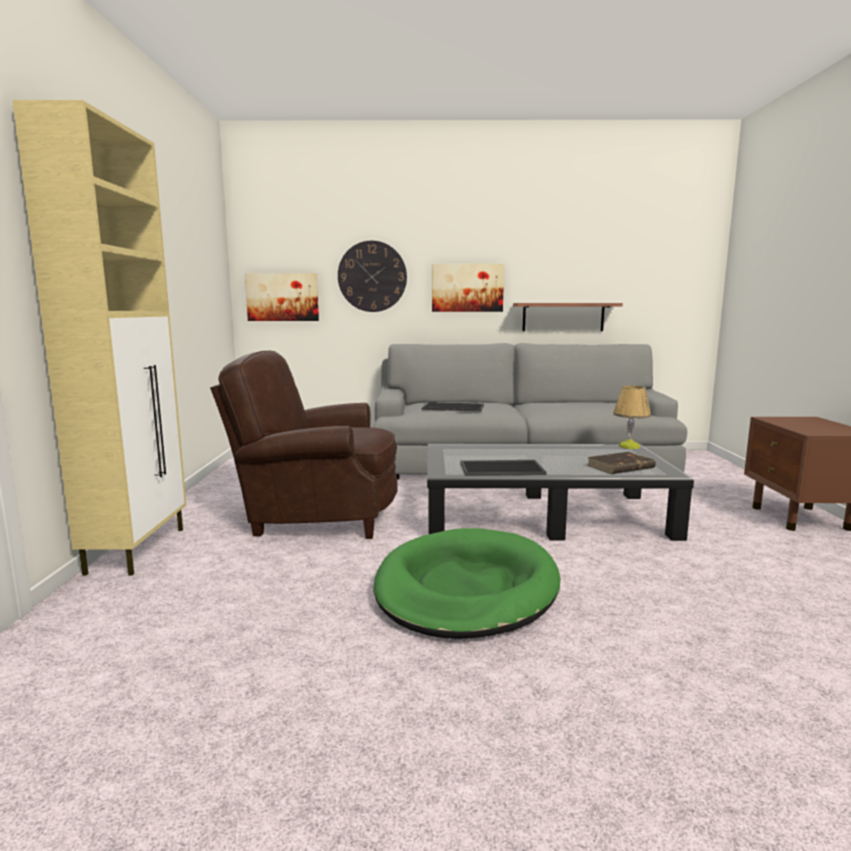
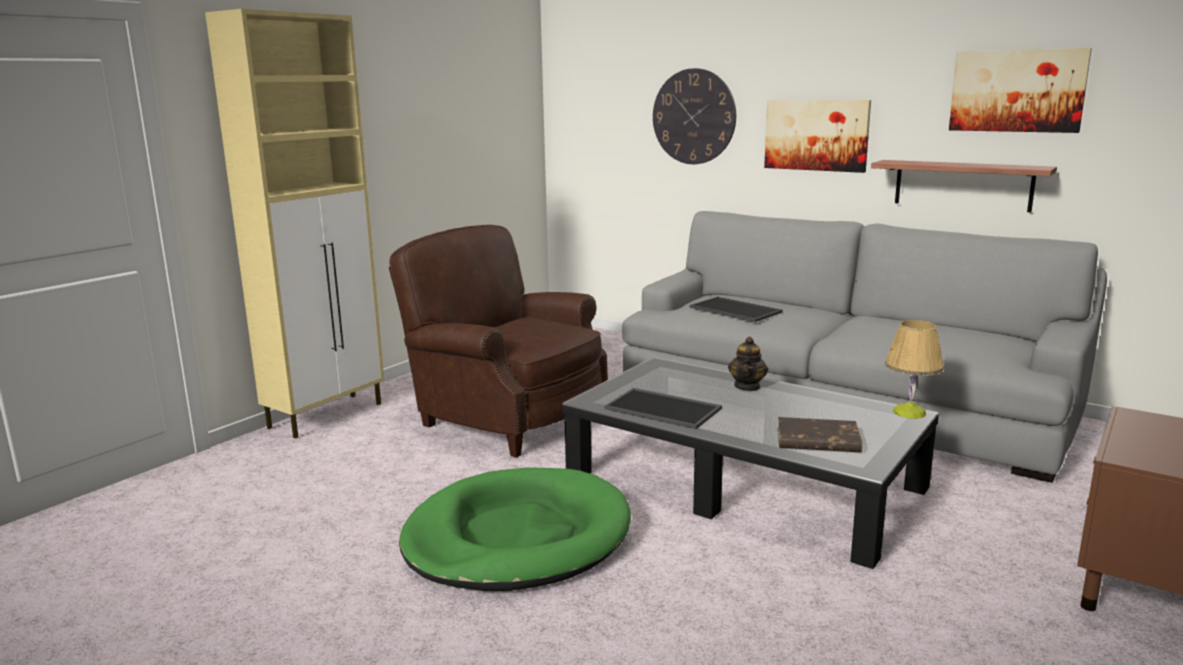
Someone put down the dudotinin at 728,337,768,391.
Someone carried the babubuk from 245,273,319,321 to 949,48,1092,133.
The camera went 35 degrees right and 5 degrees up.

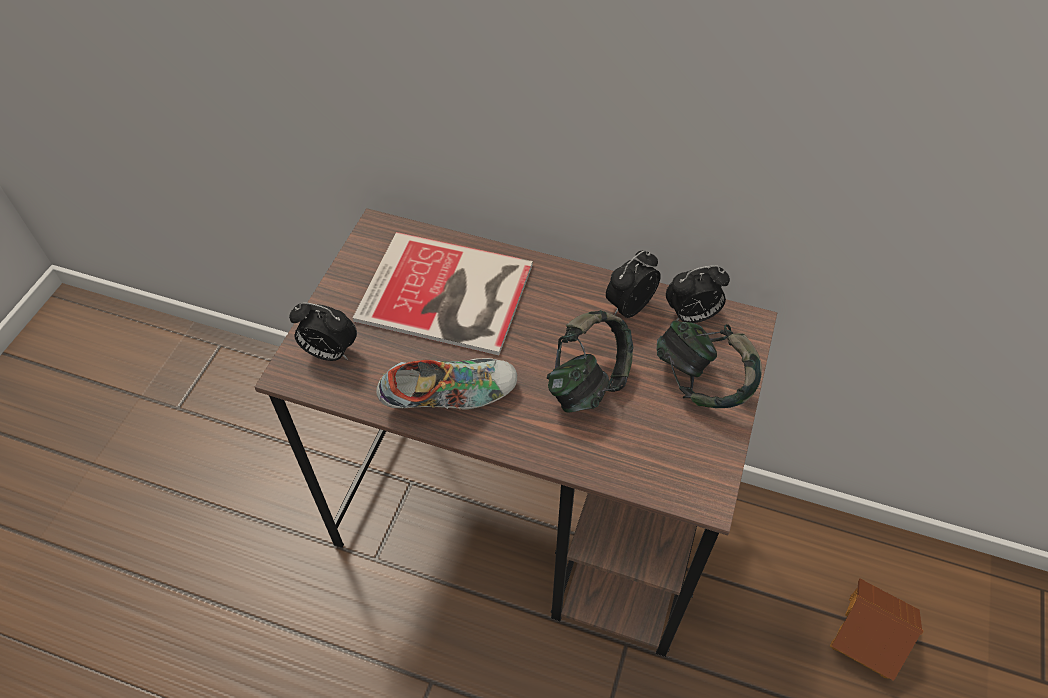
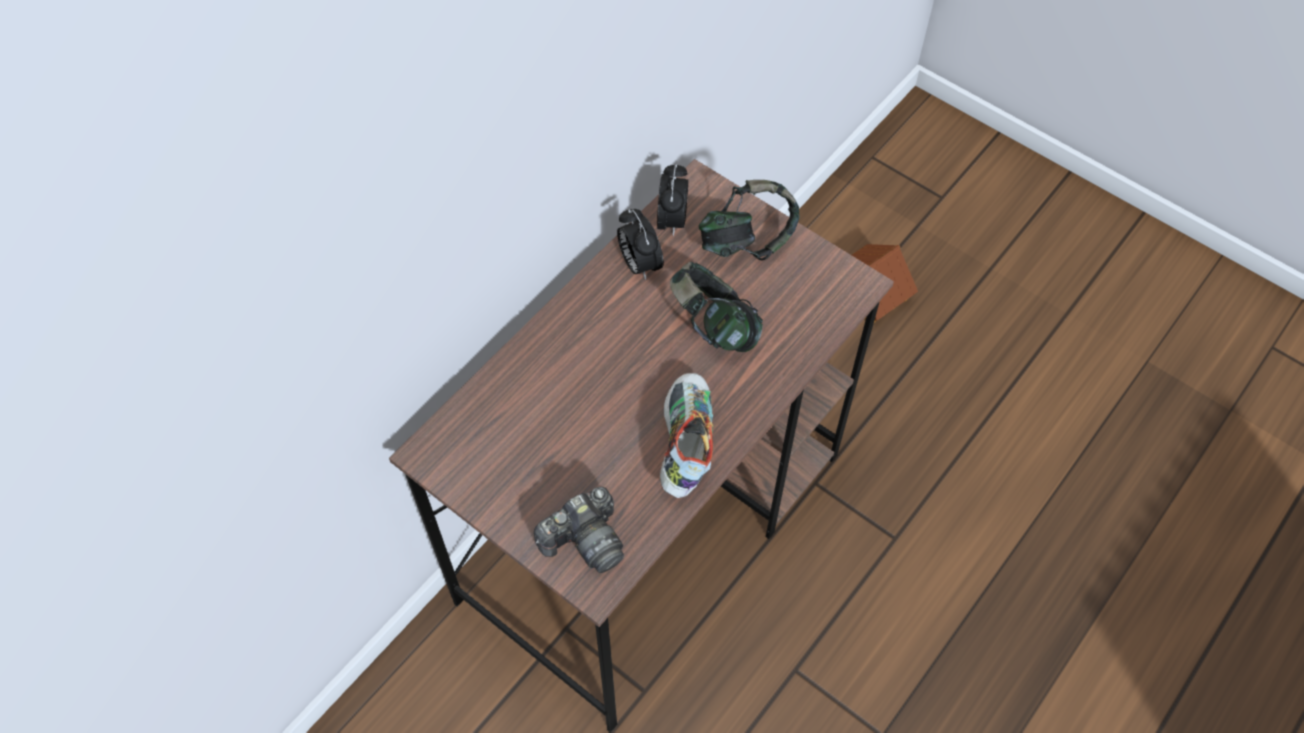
Someone swapped the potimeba at 289,302,357,361 for the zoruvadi at 534,487,624,573.
Someone took away the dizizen at 353,232,533,355.
The camera went 70 degrees left and 5 degrees up.

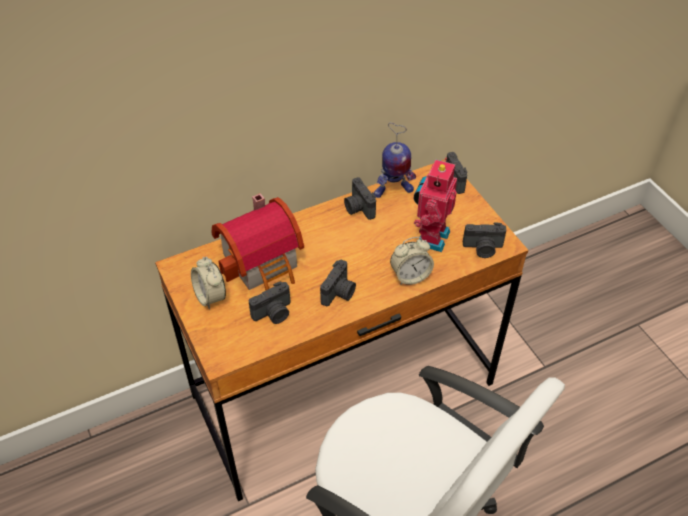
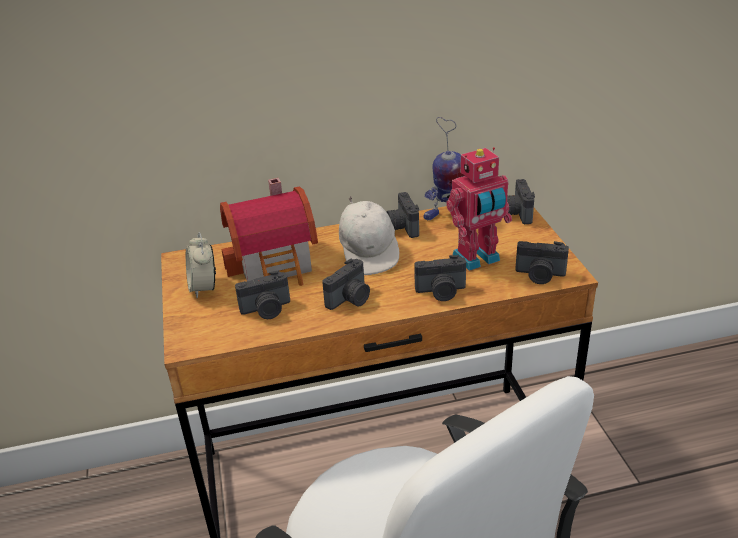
Someone put down the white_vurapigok at 339,196,399,275.
Someone swapped the potimeba at 390,237,434,285 for the zoruvadi at 414,255,466,301.
Someone rotated the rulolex at 414,158,457,252 by 150 degrees counterclockwise.
The camera went 15 degrees right and 15 degrees down.

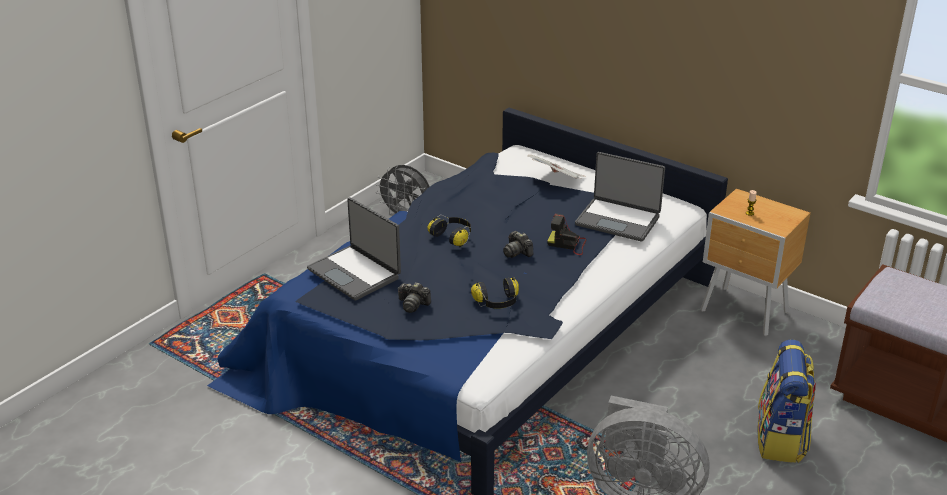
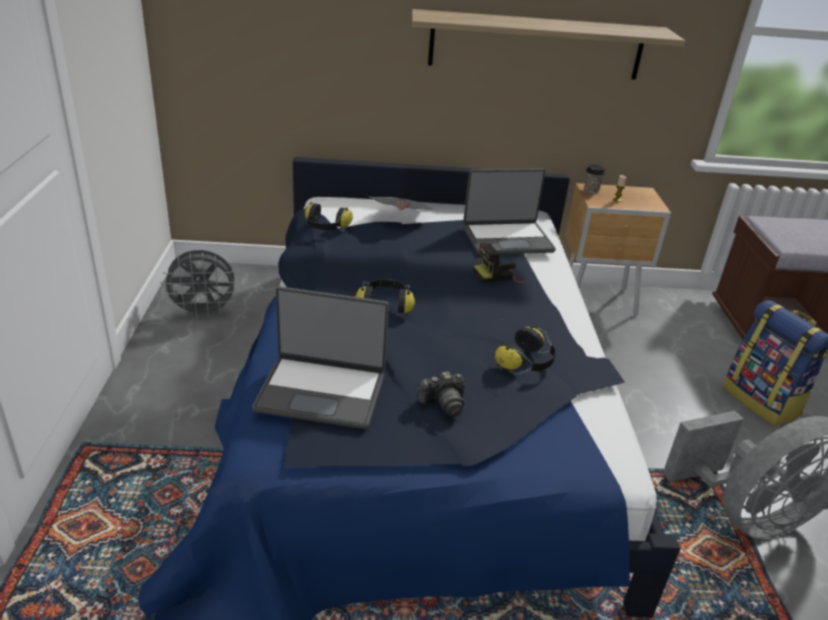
Someone put down the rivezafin at 305,202,353,231.
Someone put up the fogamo at 412,9,686,80.
Someone put down the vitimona at 584,165,605,193.
Someone took away the zoruvadi at 503,231,534,258.
The camera went 40 degrees left and 0 degrees up.

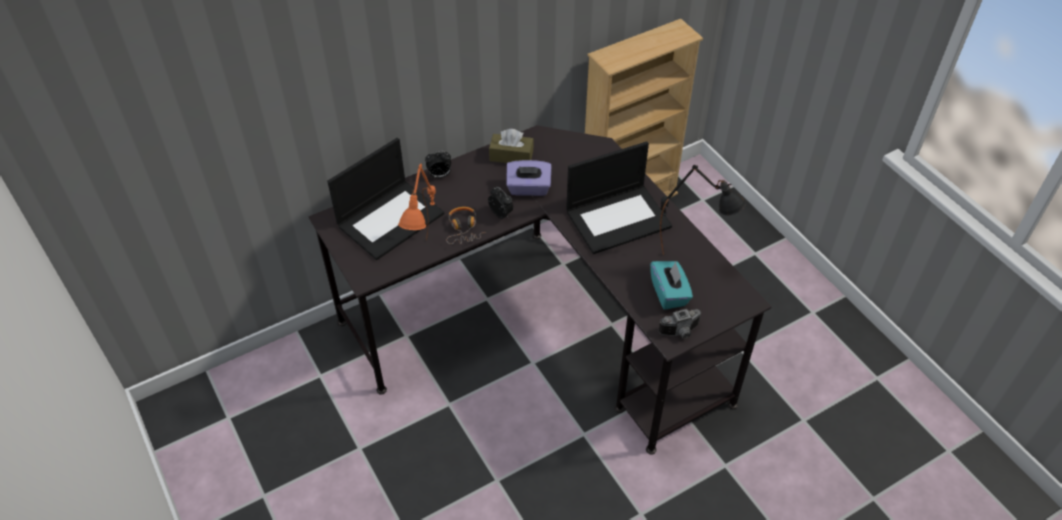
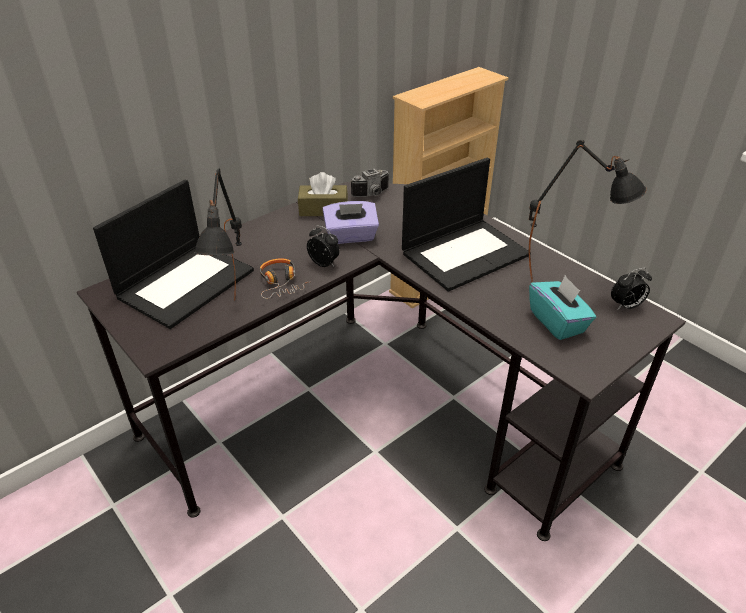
Someone repainted the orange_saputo at 398,164,436,241, which became the black_saputo at 194,168,242,301.
Someone carried the zoruvadi from 659,309,702,339 to 351,168,389,197.
Someone carried the potimeba from 425,151,451,178 to 611,268,652,310.
The camera went 10 degrees left and 10 degrees down.

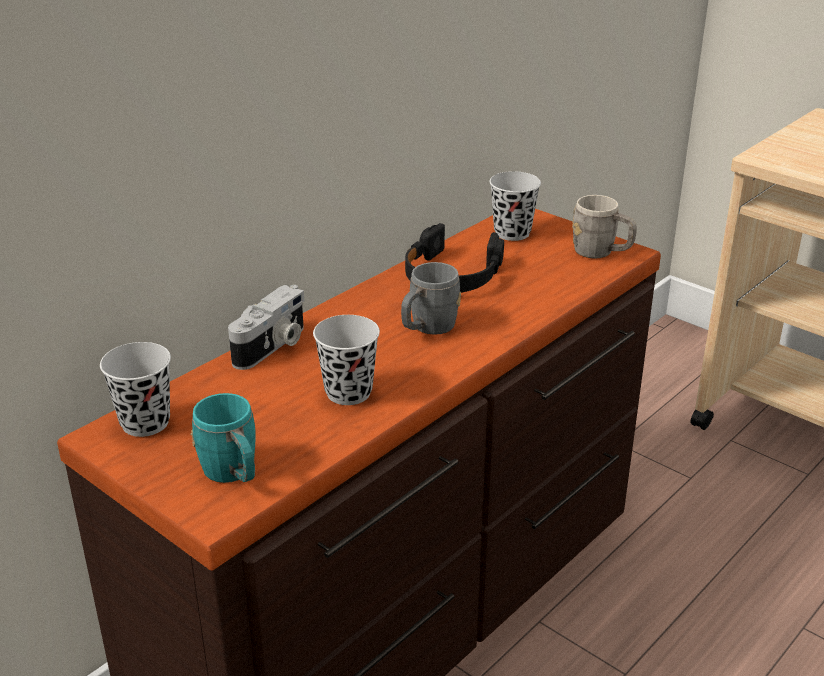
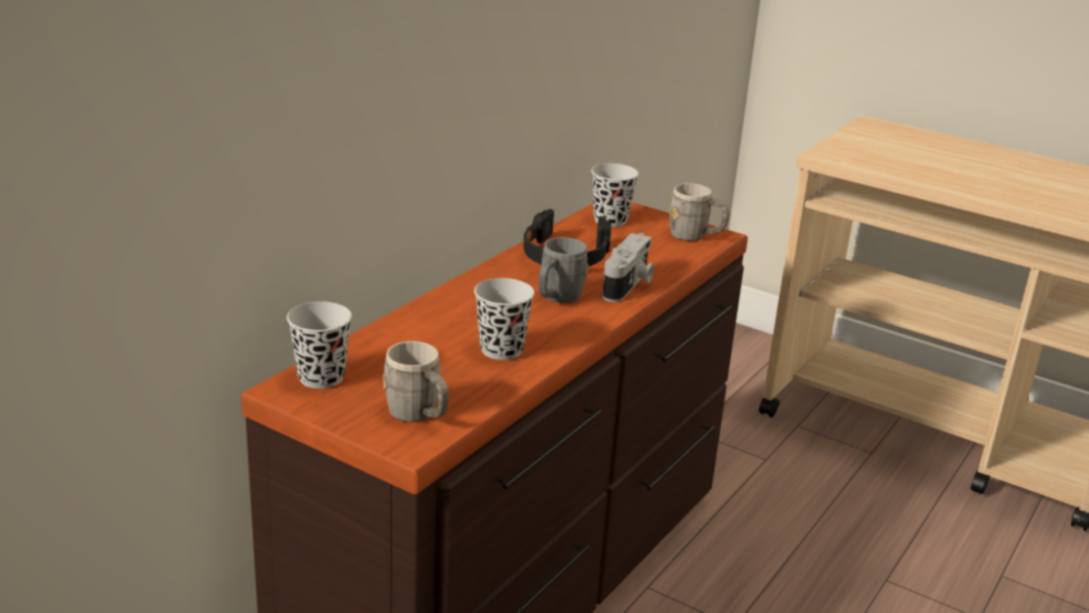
Someone repainted the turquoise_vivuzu at 191,393,256,483, which became the grey_vivuzu at 383,341,449,422.
Someone carried the zoruvadi from 228,285,304,370 to 602,233,654,302.
The camera went 10 degrees left and 5 degrees down.

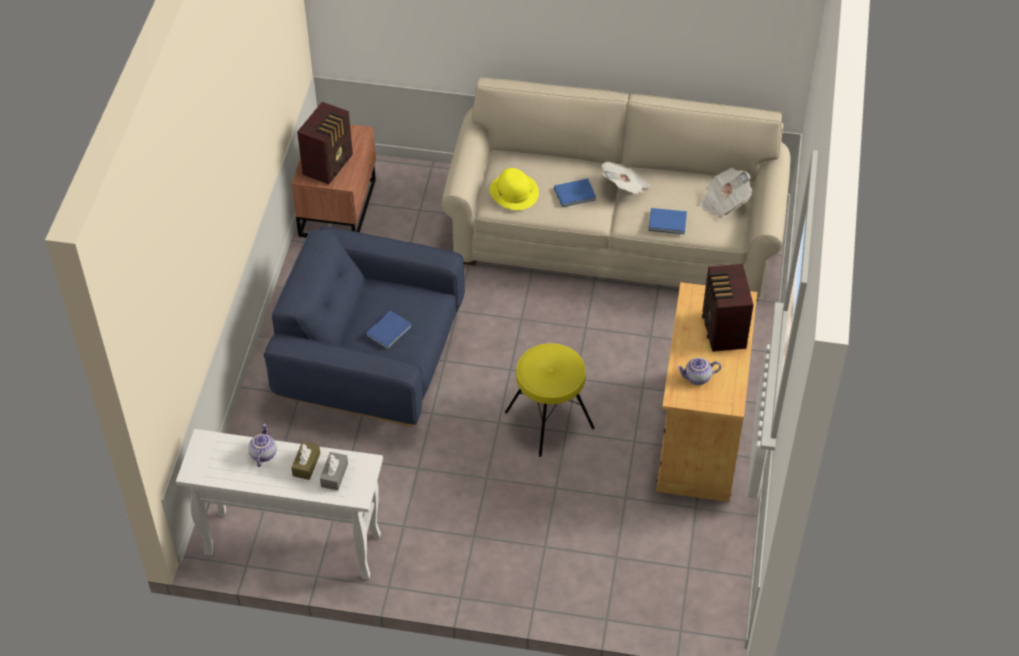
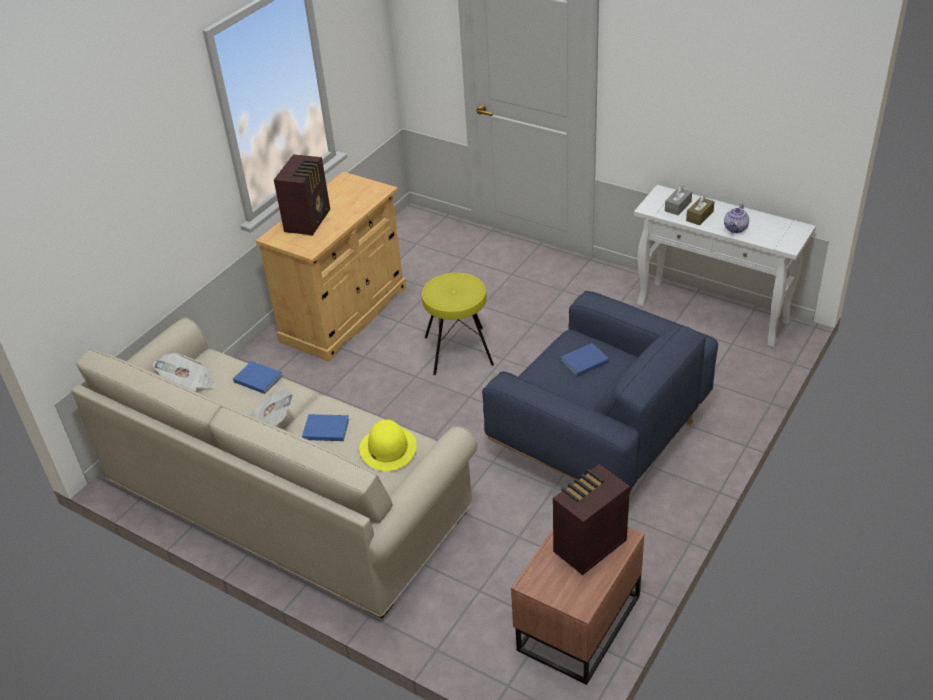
Someone took away the dudotinin at 677,358,721,385.
The camera went 155 degrees left and 10 degrees down.

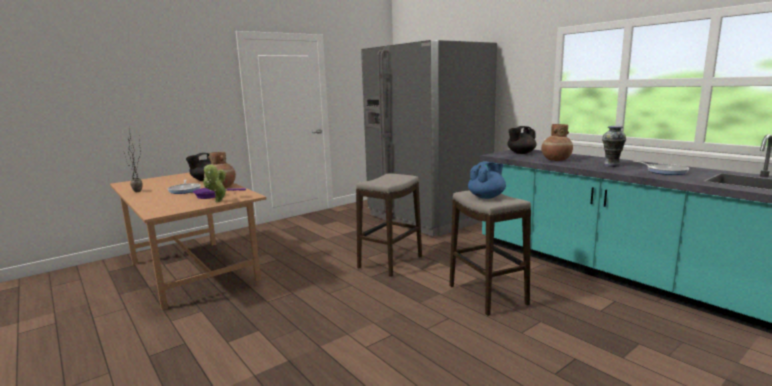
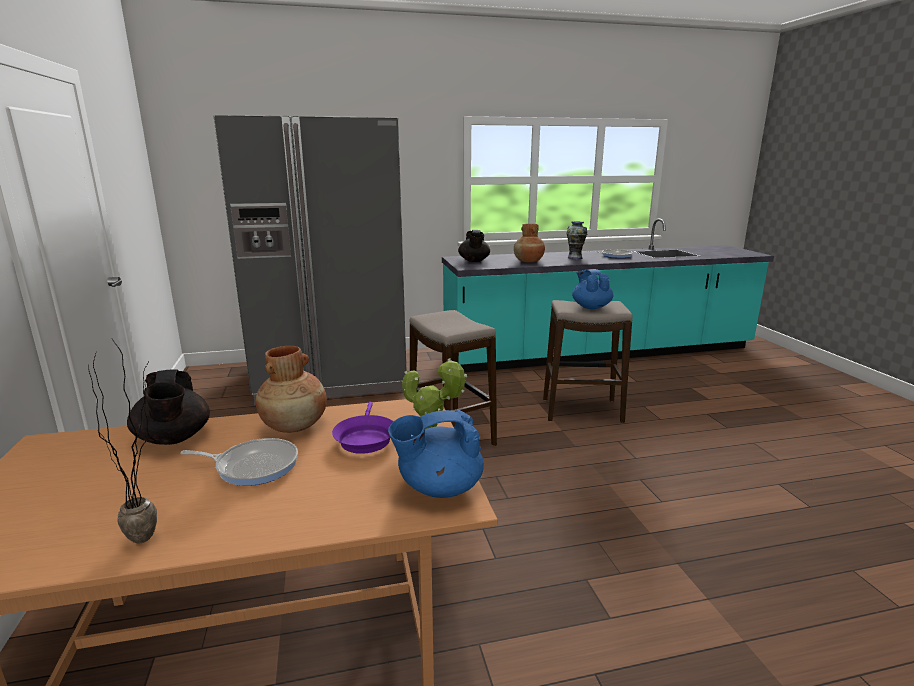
Someone put down the blue_dudotinin at 388,410,484,498.
The camera went 65 degrees left and 5 degrees up.

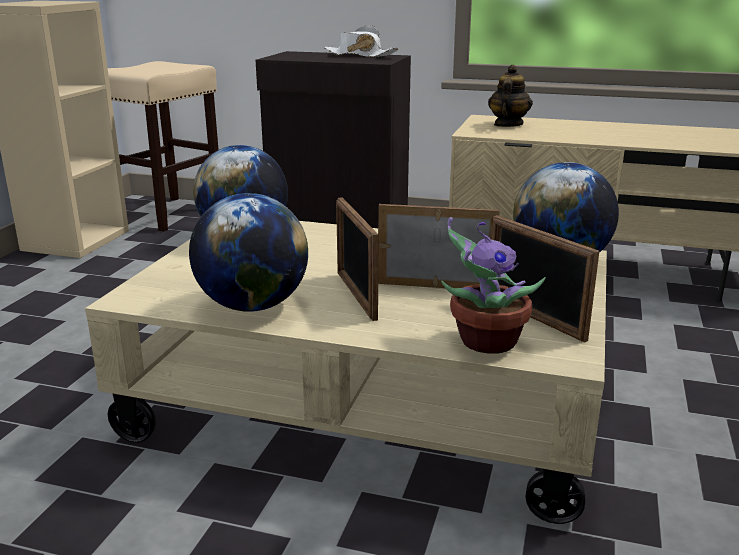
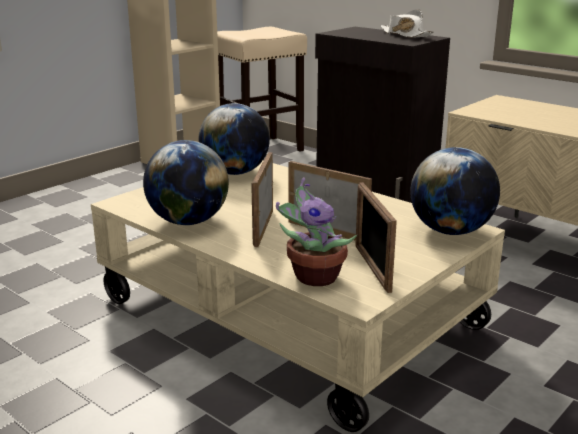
Someone took away the dudotinin at 488,65,533,127.
The camera went 25 degrees right and 0 degrees up.

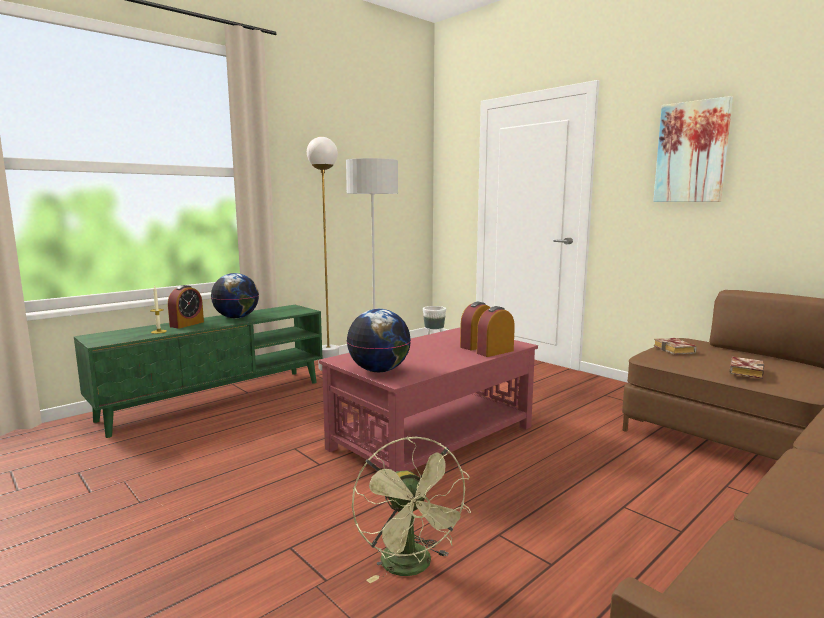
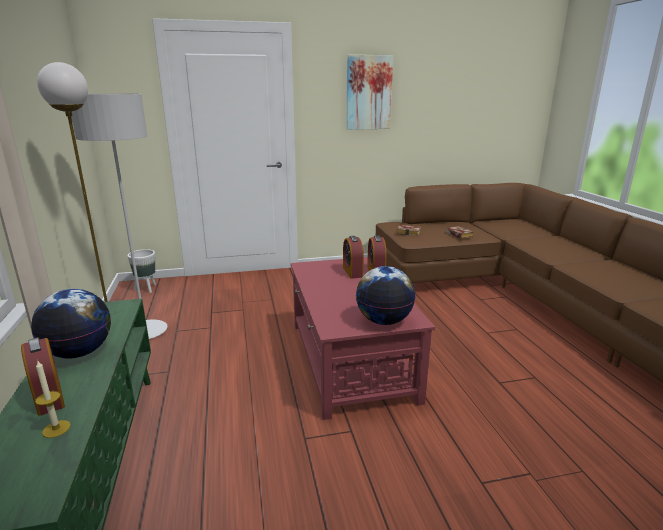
Someone took away the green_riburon at 352,436,471,583.
The camera went 60 degrees left and 10 degrees up.

